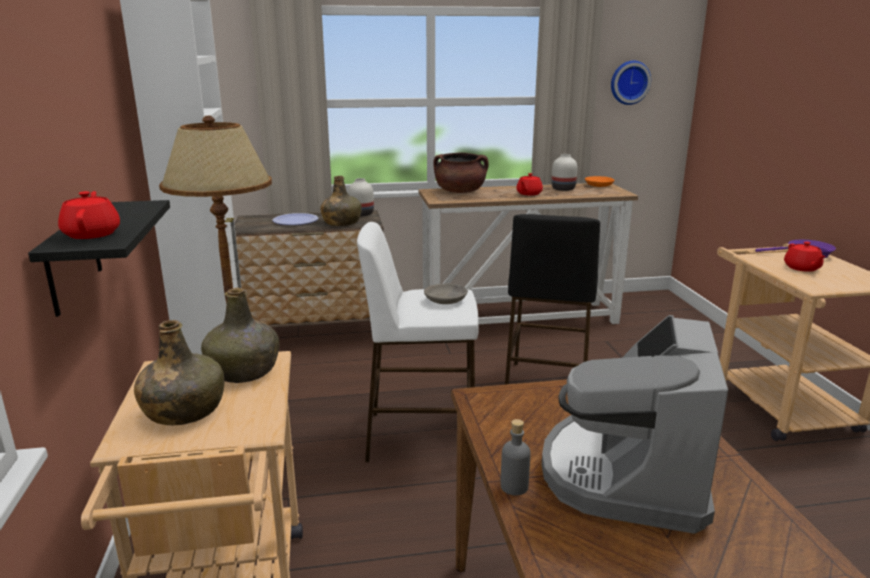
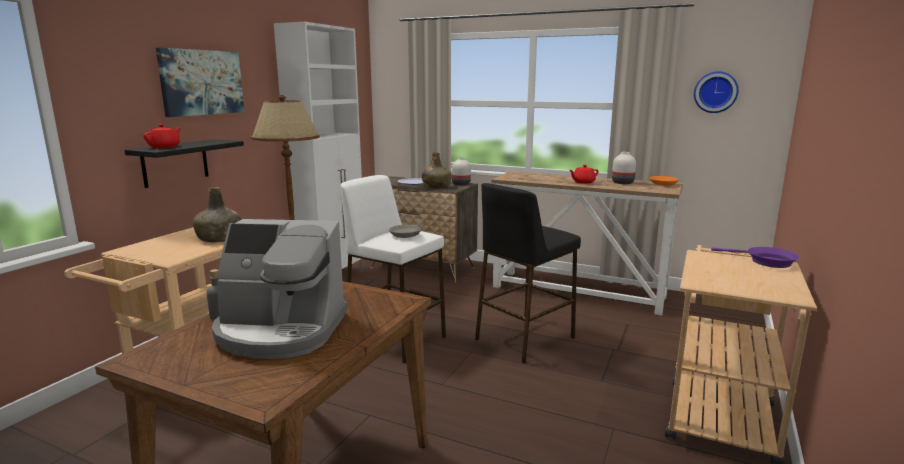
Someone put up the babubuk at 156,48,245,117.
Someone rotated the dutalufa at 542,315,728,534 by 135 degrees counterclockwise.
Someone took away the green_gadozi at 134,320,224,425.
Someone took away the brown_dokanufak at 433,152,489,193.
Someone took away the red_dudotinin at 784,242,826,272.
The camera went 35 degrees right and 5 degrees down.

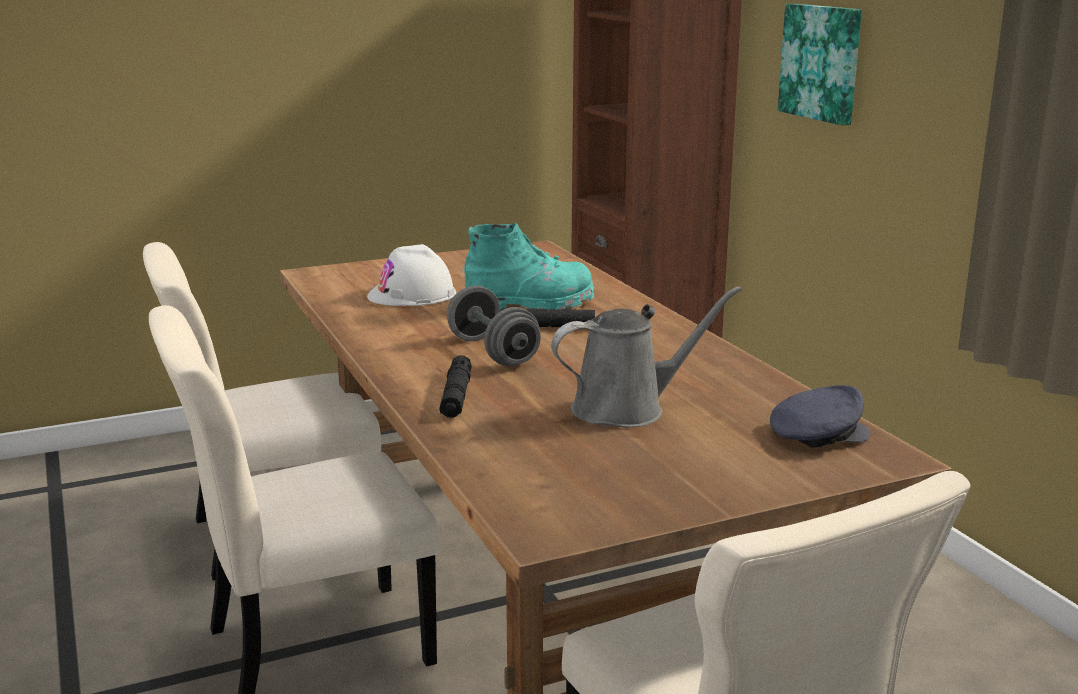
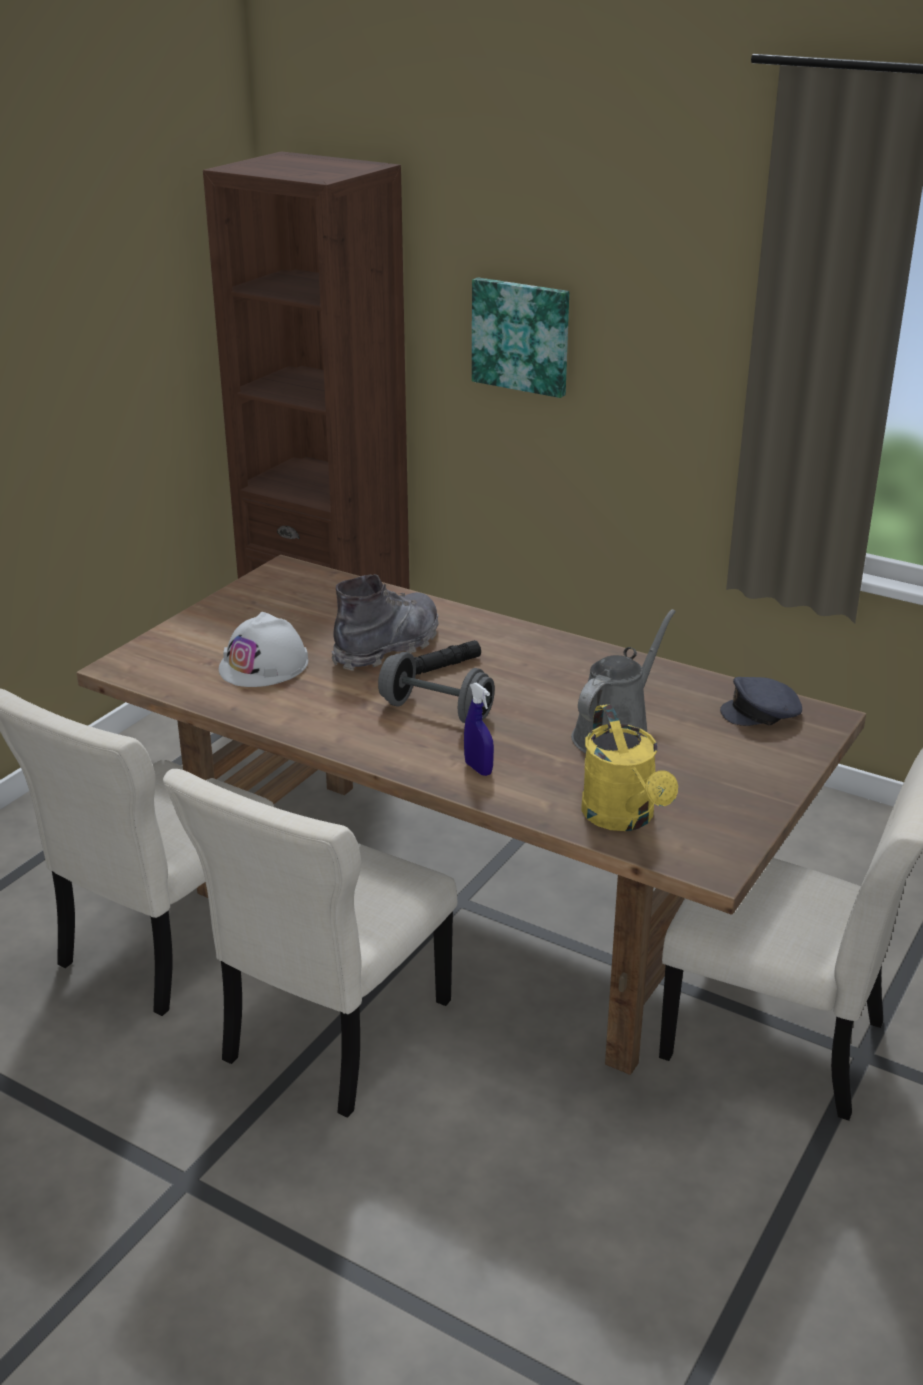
Someone repainted the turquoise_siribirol at 464,223,594,309, which became the grey_siribirol at 332,574,439,671.
Someone swapped the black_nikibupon at 439,355,472,418 for the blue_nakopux at 464,682,494,776.
Someone put down the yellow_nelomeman at 581,704,678,831.
Someone rotated the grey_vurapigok at 770,385,871,448 by 135 degrees counterclockwise.
The camera went 35 degrees left and 10 degrees up.

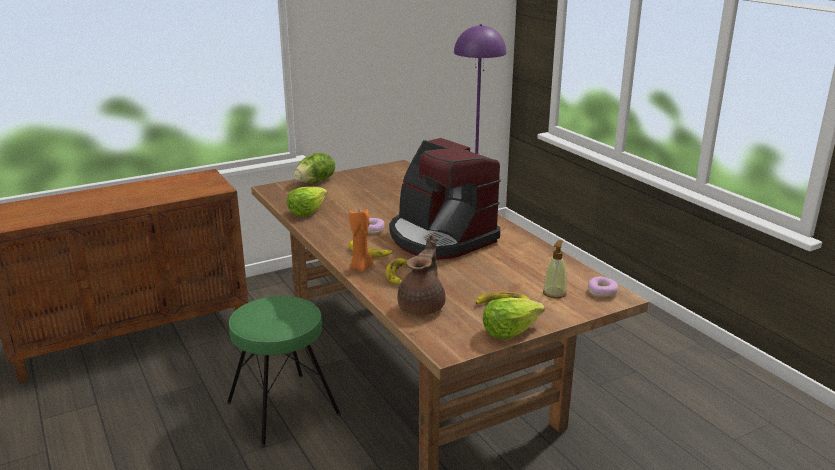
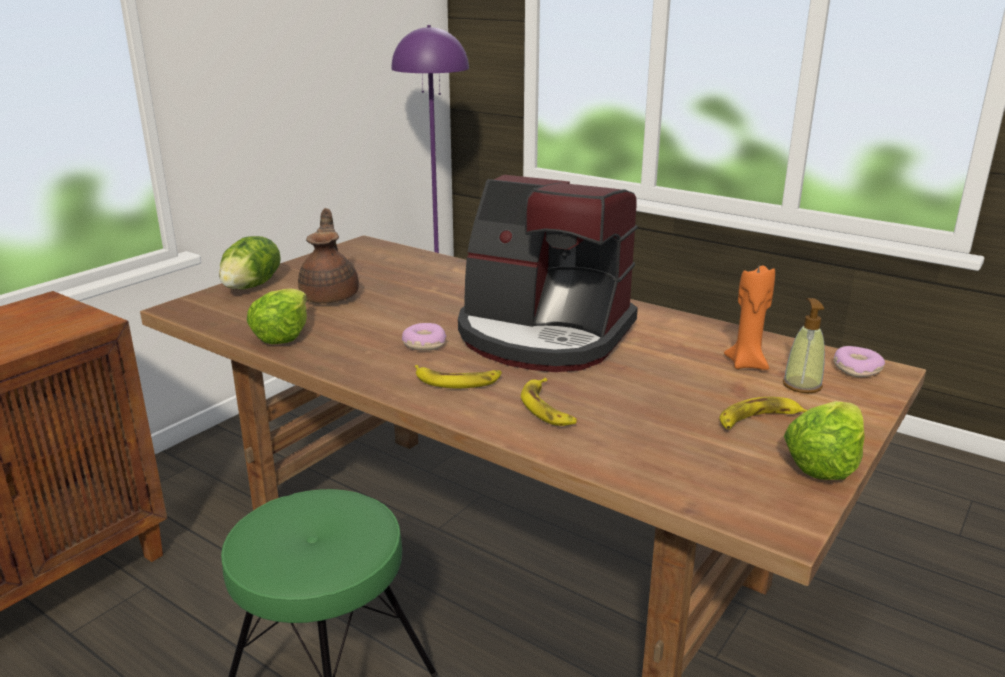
Someone carried the brown_dudotinin from 397,235,446,315 to 298,208,359,304.
Someone carried the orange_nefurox from 349,209,373,272 to 724,265,775,370.
The camera went 25 degrees left and 0 degrees up.

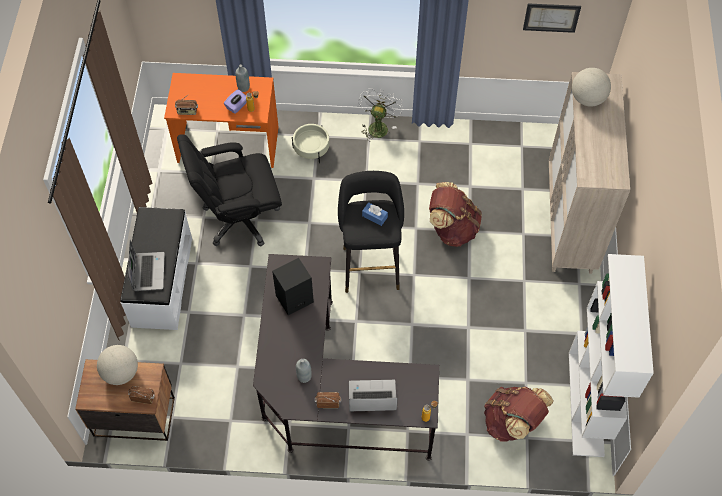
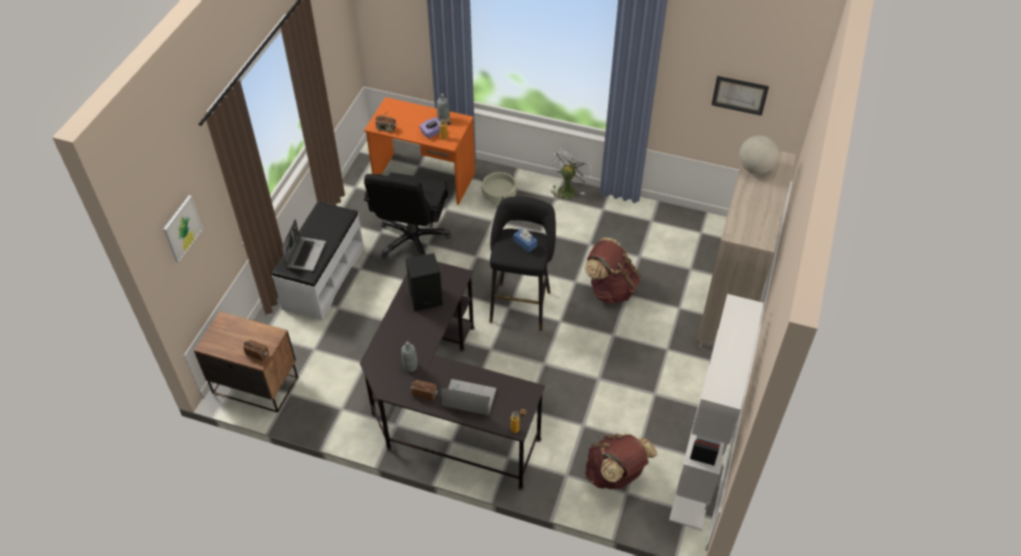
Someone put up the babubuk at 163,195,203,263.
Someone rotated the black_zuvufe at 177,134,282,246 by 75 degrees counterclockwise.
Someone took away the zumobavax at 97,345,138,385.
The camera went 15 degrees right and 10 degrees down.

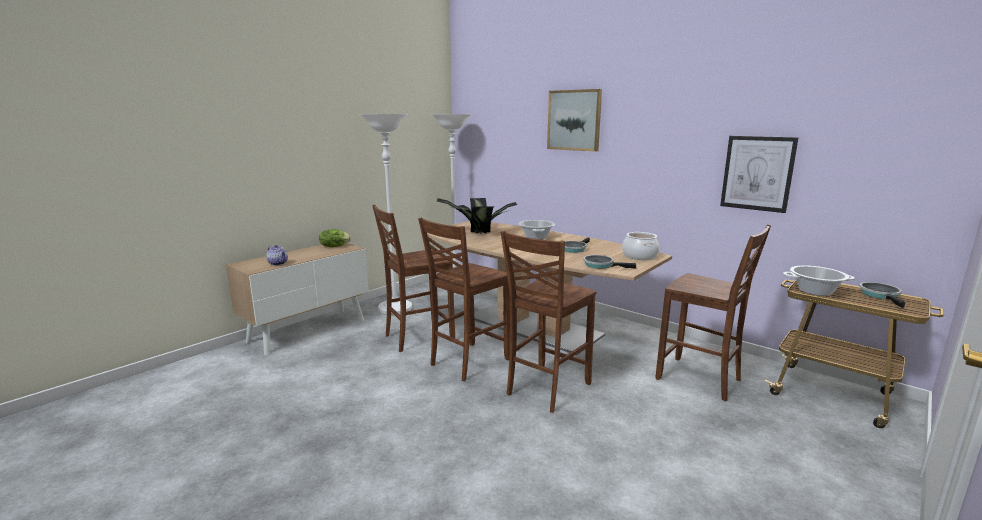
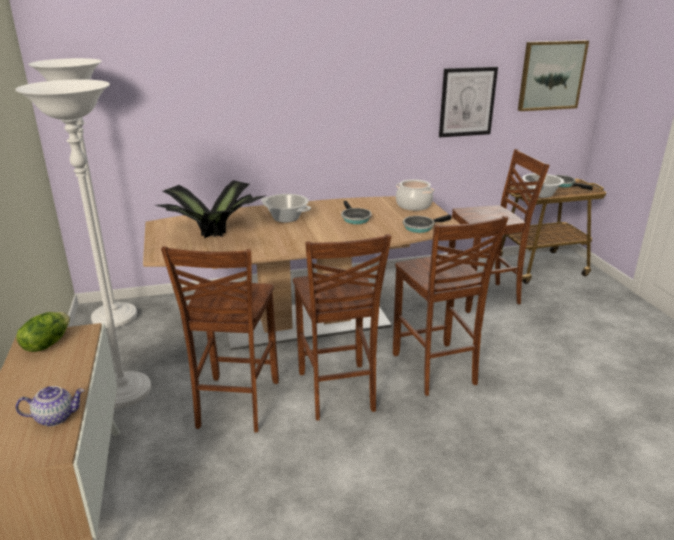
Someone carried the babubuk from 547,89,602,151 to 518,40,589,111.
The camera went 55 degrees left and 10 degrees up.

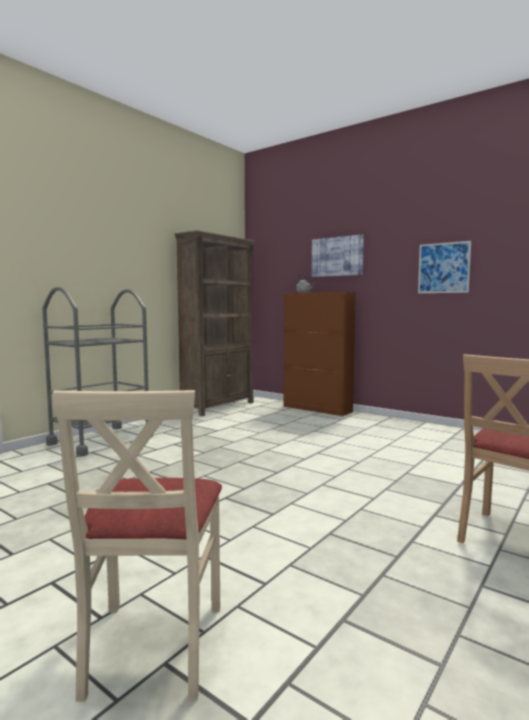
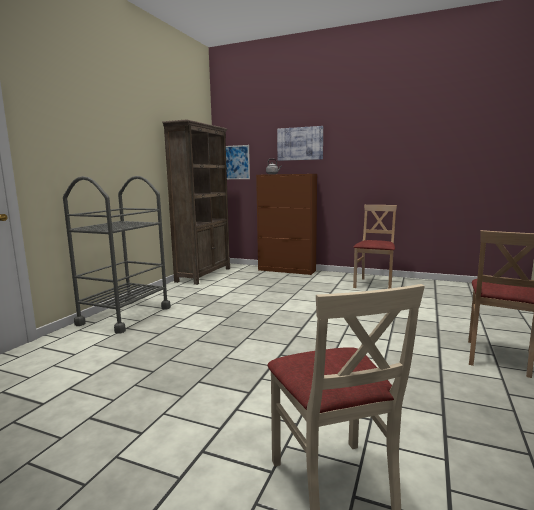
Someone carried the babubuk from 418,241,471,293 to 226,145,250,179.
Someone put down the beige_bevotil at 353,205,397,289.
The camera went 15 degrees left and 5 degrees up.

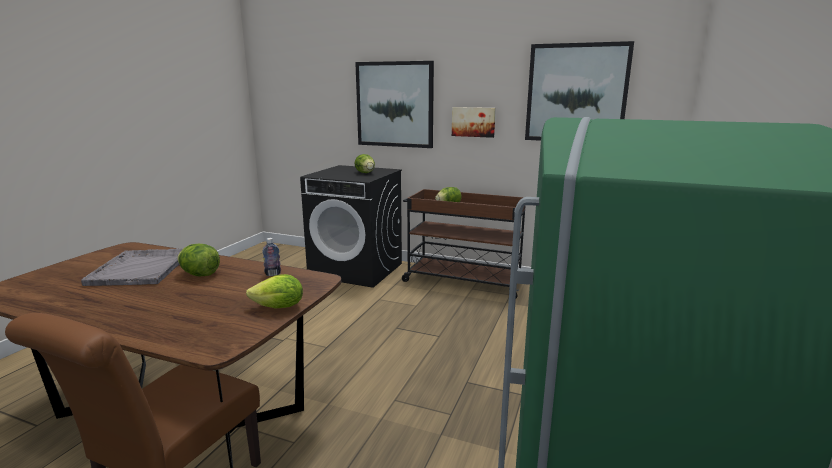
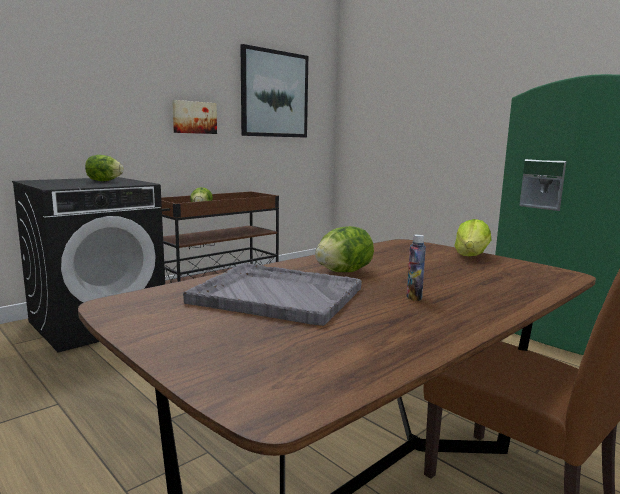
Someone carried the gadozi from 262,238,281,276 to 407,234,426,301.
Someone took away the babubuk at 355,61,434,148.
The camera went 65 degrees left and 5 degrees down.

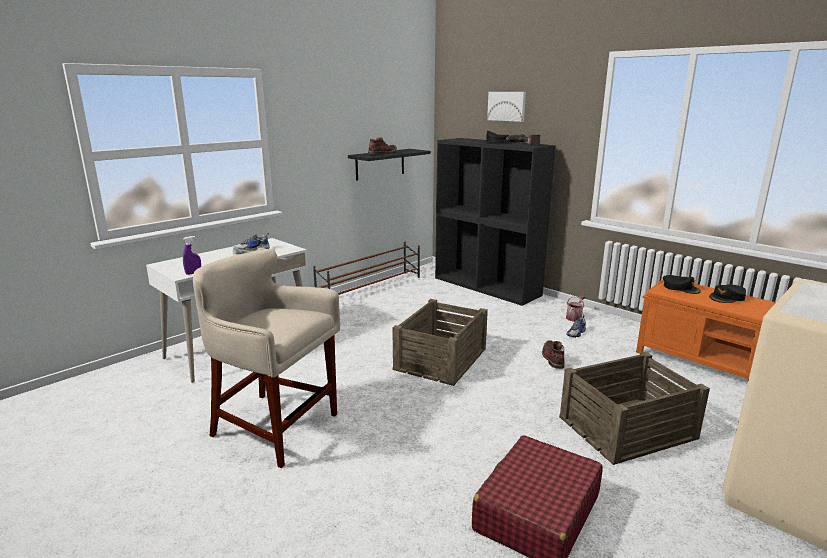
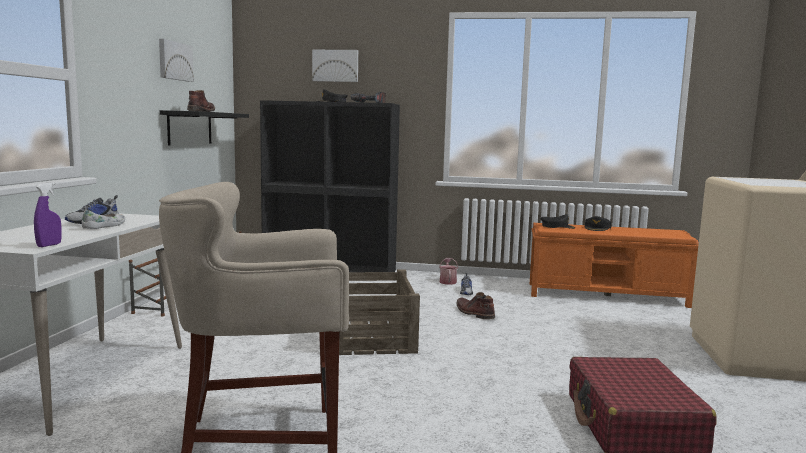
Someone put up the babubuk at 159,39,194,82.
Someone took away the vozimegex at 559,352,710,465.
The camera went 35 degrees left and 10 degrees down.

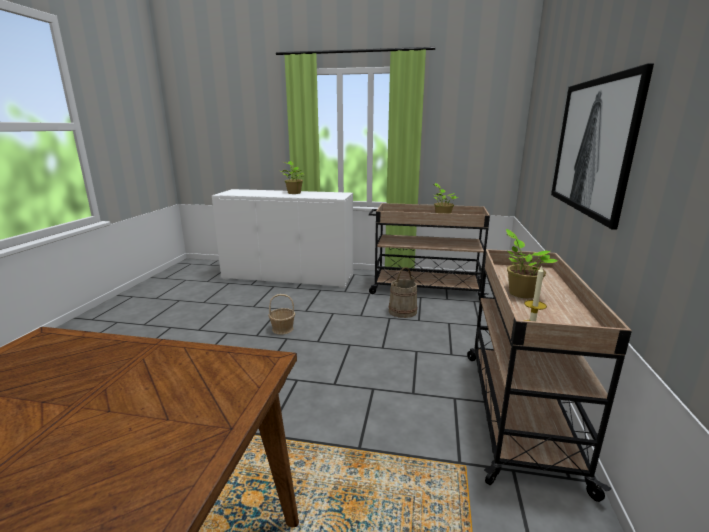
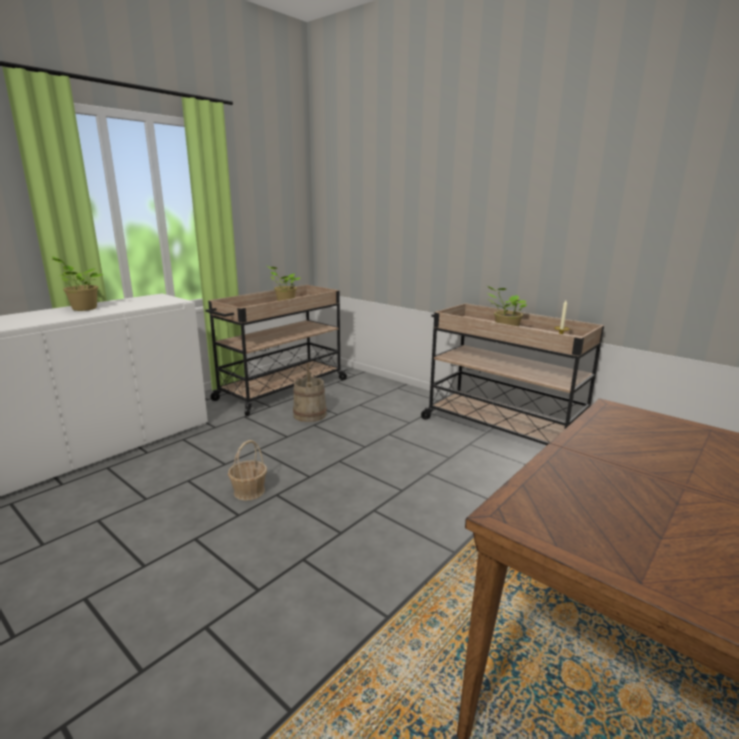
Someone took away the babubuk at 551,63,654,230.
The camera went 60 degrees left and 0 degrees up.

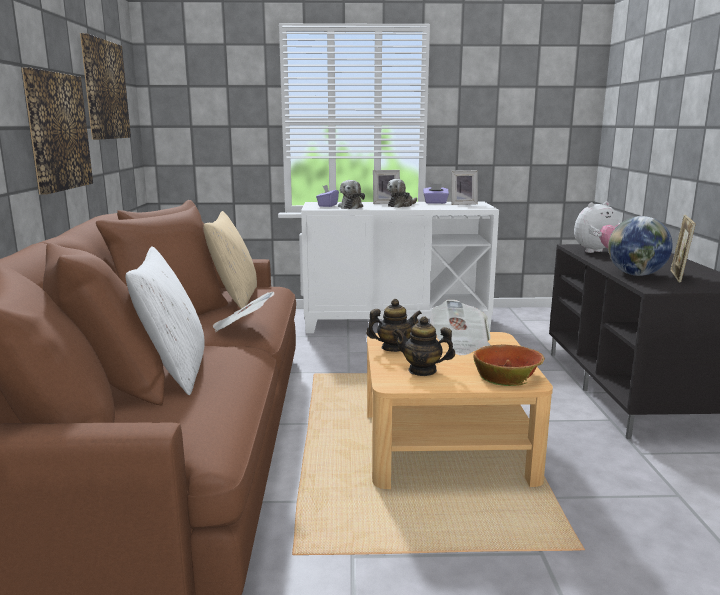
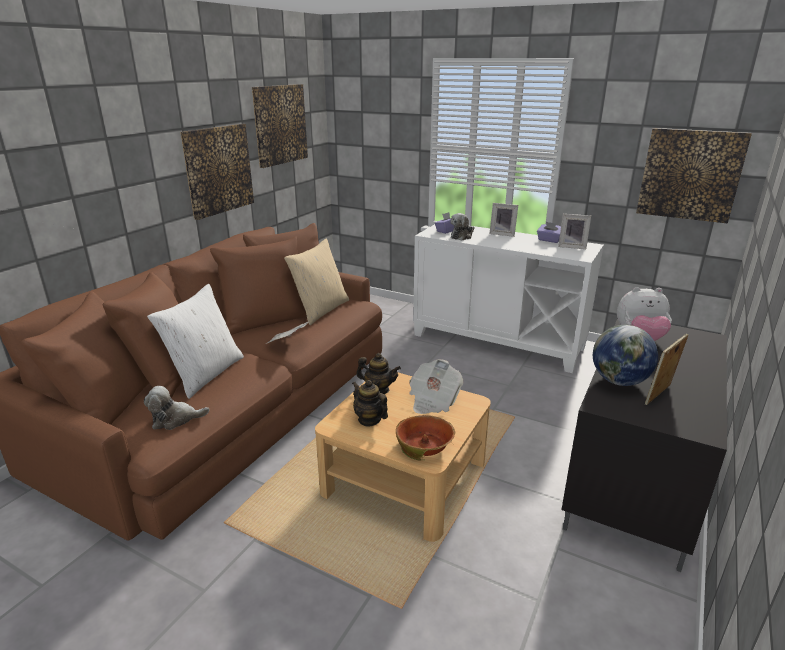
Someone carried the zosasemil from 387,179,417,208 to 144,386,210,430.
Someone put up the babubuk at 636,128,752,223.
The camera went 30 degrees right and 10 degrees up.

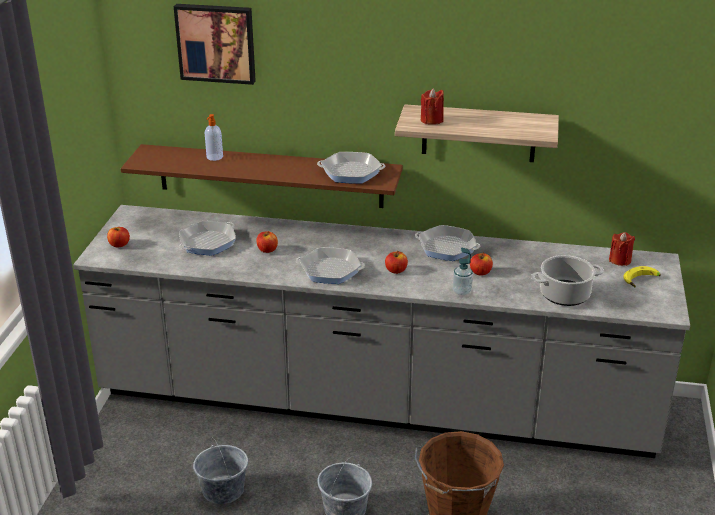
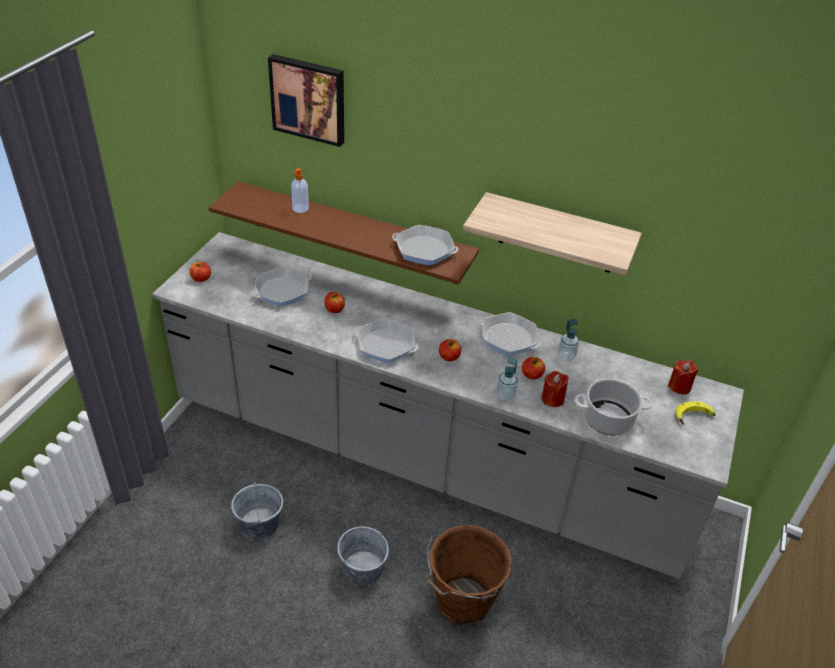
Someone carried the red_nefurox from 421,88,444,125 to 541,371,569,407.
Someone put down the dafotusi at 558,318,579,361.
The camera went 10 degrees right and 10 degrees up.

